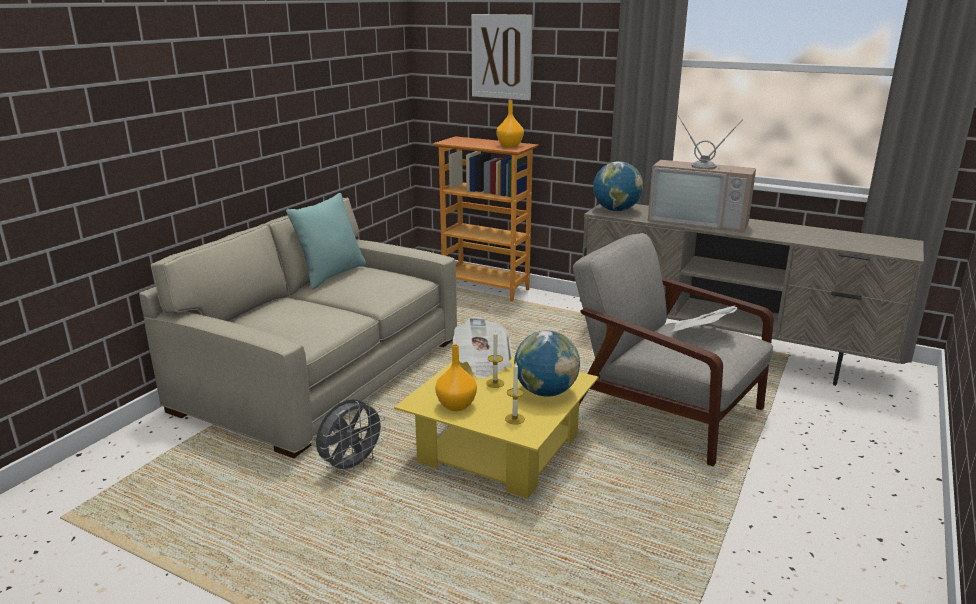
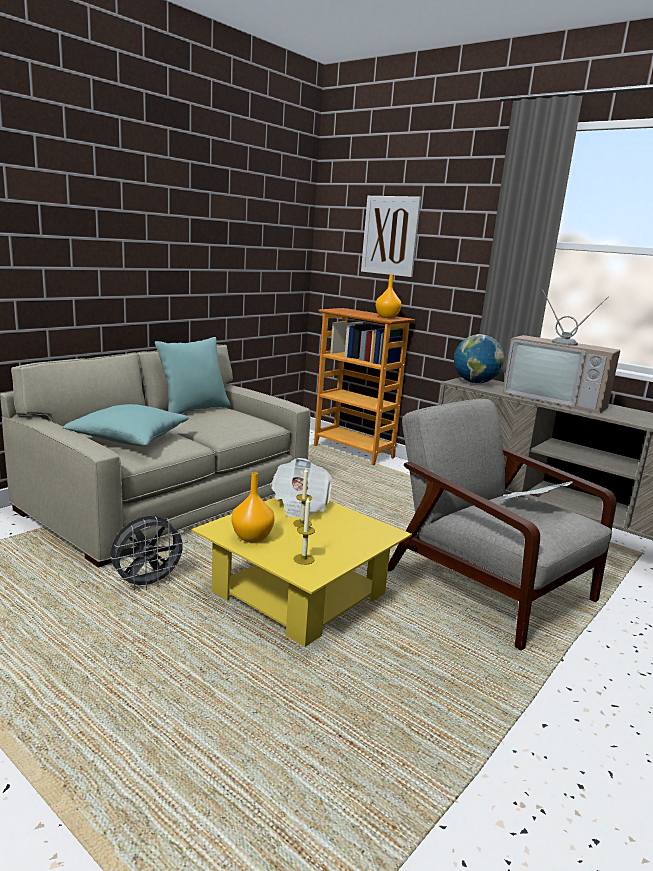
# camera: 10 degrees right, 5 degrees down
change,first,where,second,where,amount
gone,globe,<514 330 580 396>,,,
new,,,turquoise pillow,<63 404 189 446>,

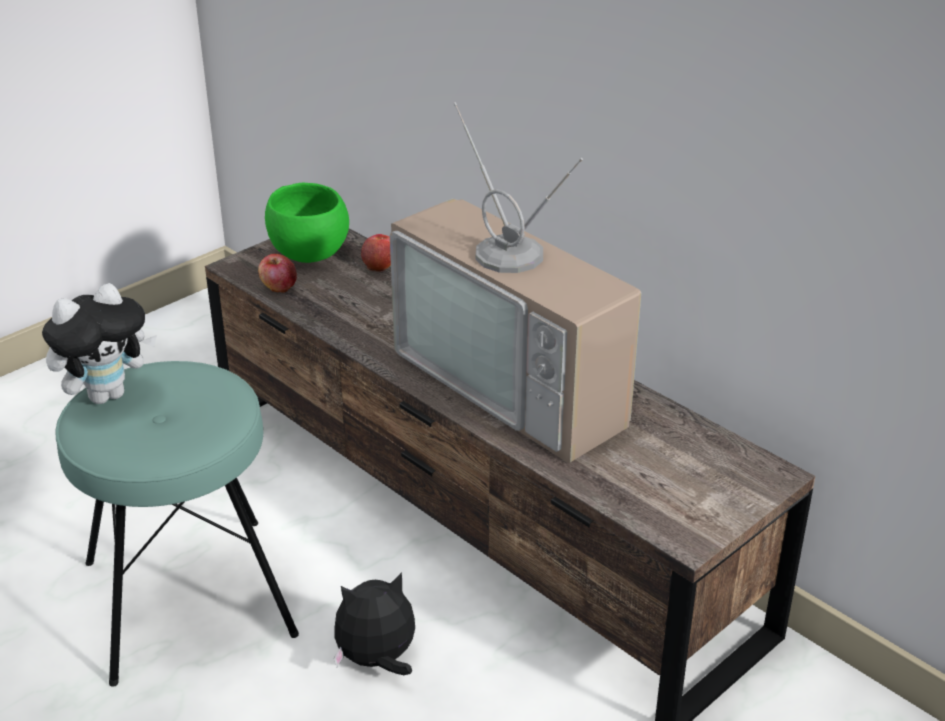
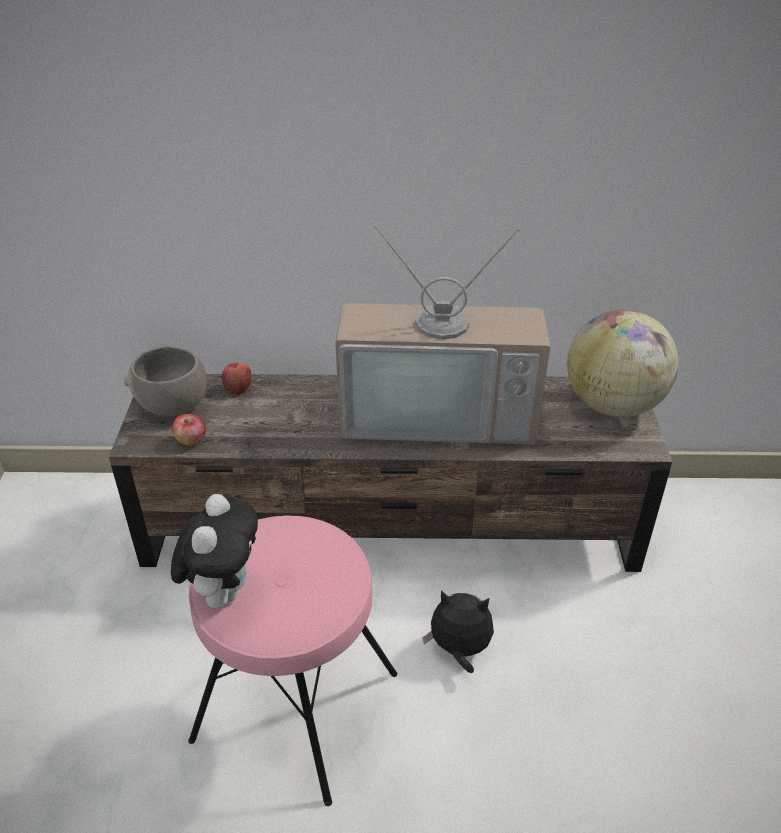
# camera: 45 degrees left, 5 degrees up
change,first,where,second,where,amount
repainted,green bowl,<265 183 349 263>,grey bowl,<124 346 207 416>,
repainted,turquoise stool,<55 361 299 687>,pink stool,<188 516 397 806>,
rotated,plush toy,<334 572 415 675>,,<423 590 494 673>,75 degrees clockwise
new,,,globe,<567 310 678 417>,

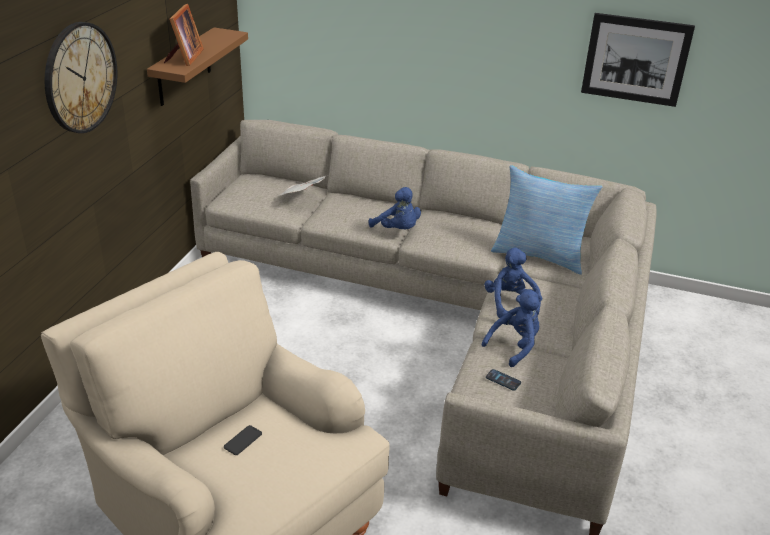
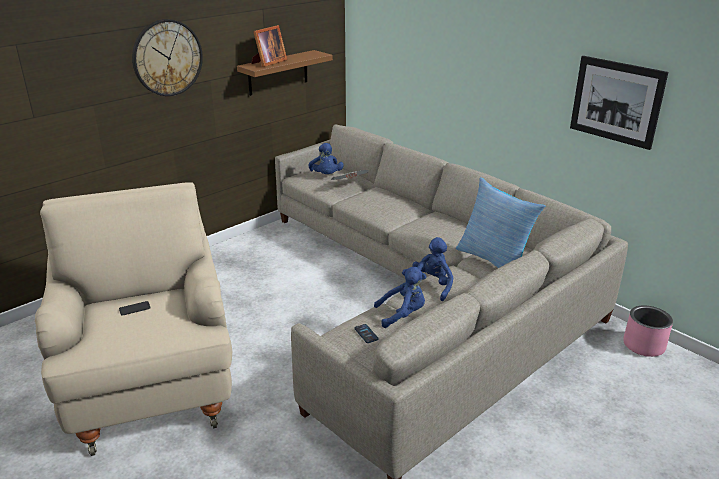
# camera: 30 degrees right, 5 degrees down
change,first,where,second,where,amount
shifted,blue plush toy,<369 187 421 229>,,<308 143 344 174>,
new,,,pink planter,<623 305 673 357>,

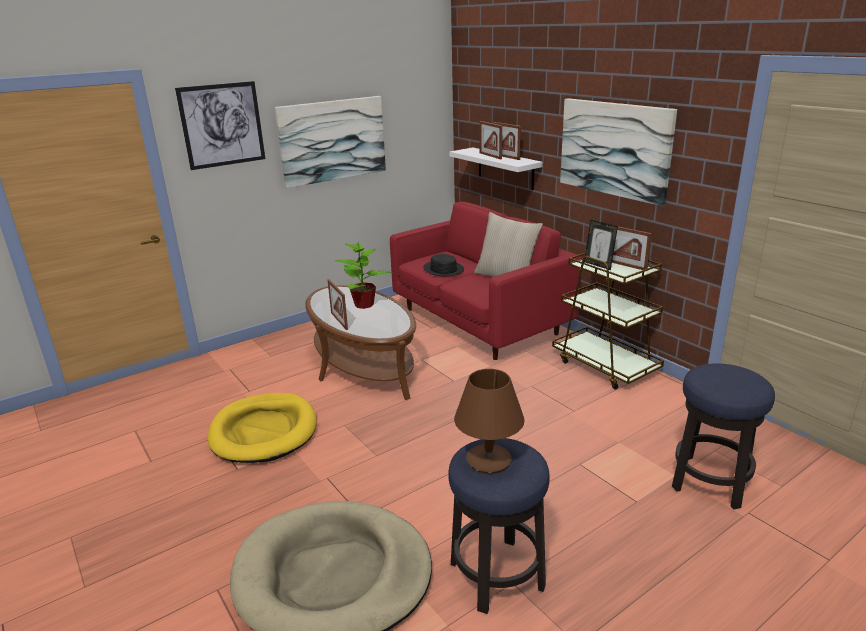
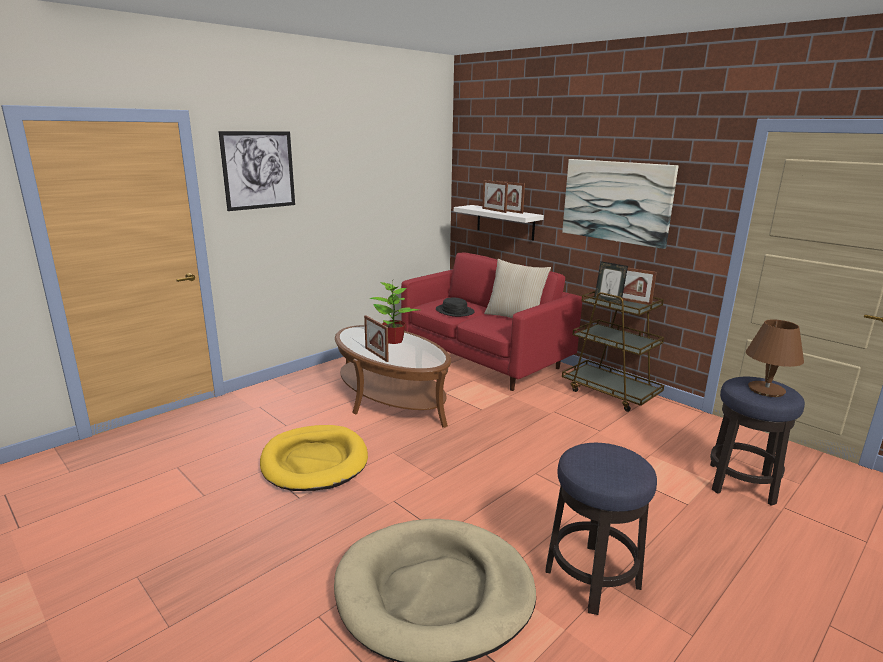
# camera: 10 degrees left, 5 degrees down
change,first,where,second,where,amount
gone,picture,<275 96 386 188>,,,
shifted,brown table lamp,<454 369 524 474>,,<746 319 804 397>,

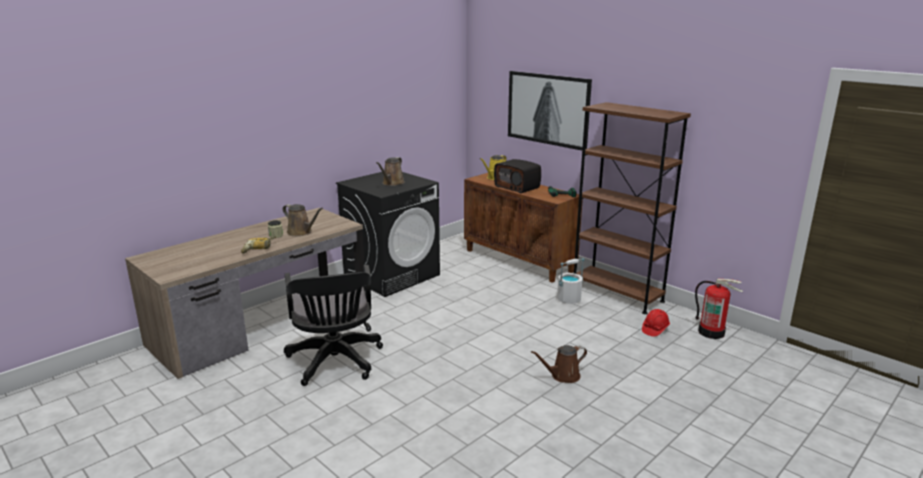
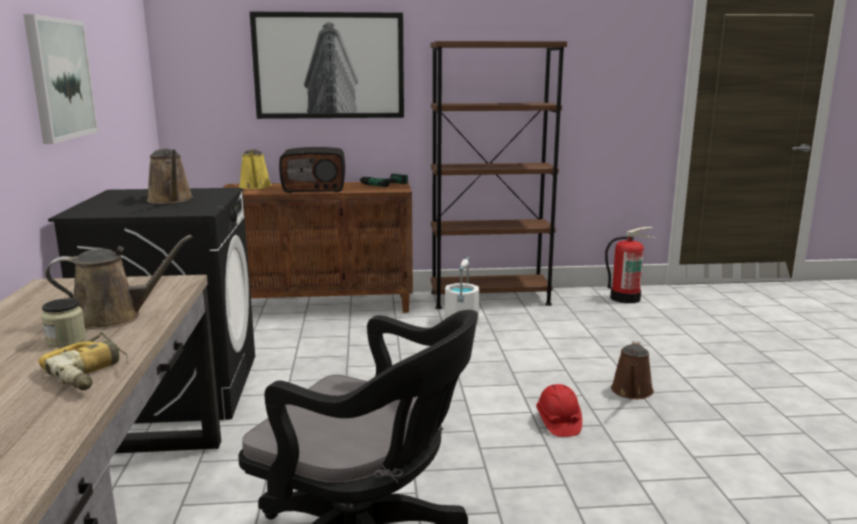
# camera: 50 degrees left, 5 degrees down
change,first,where,second,where,amount
shifted,red hard hat,<642 309 670 337>,,<536 384 582 437>,
new,,,picture,<23 14 98 144>,

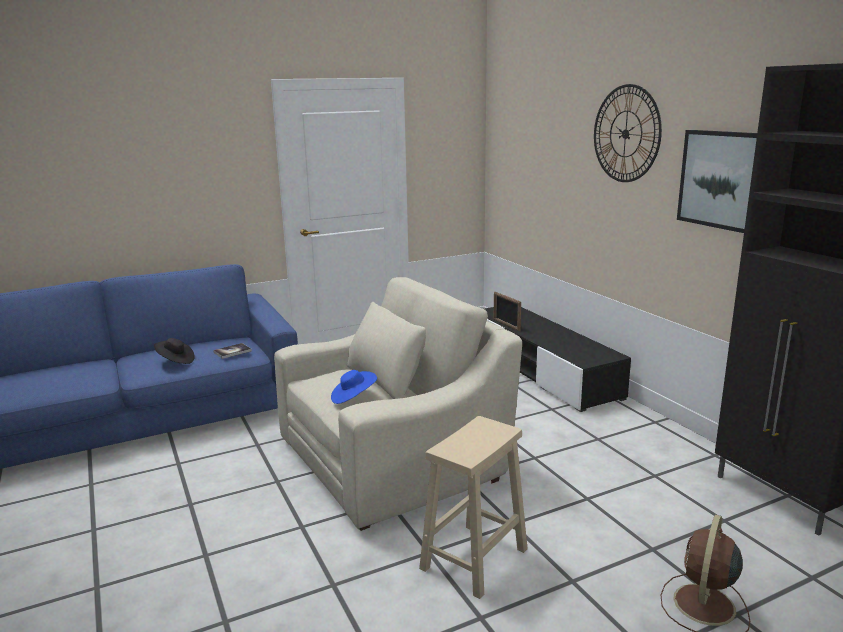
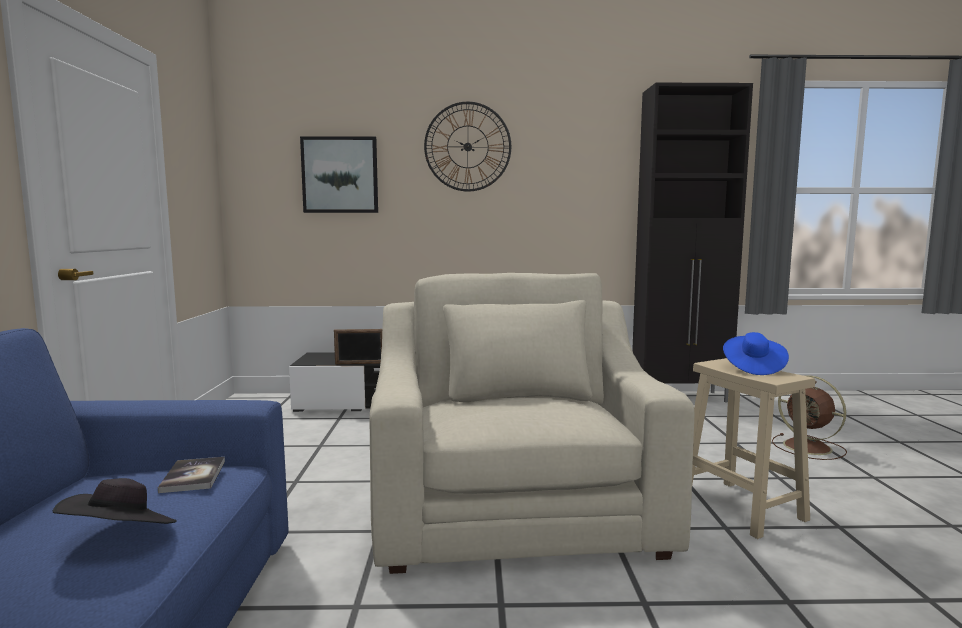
# camera: 65 degrees left, 10 degrees down
change,first,where,second,where,amount
shifted,picture,<677 130 757 233>,,<300 136 378 213>,
shifted,blue hat,<331 370 377 404>,,<723 332 789 375>,

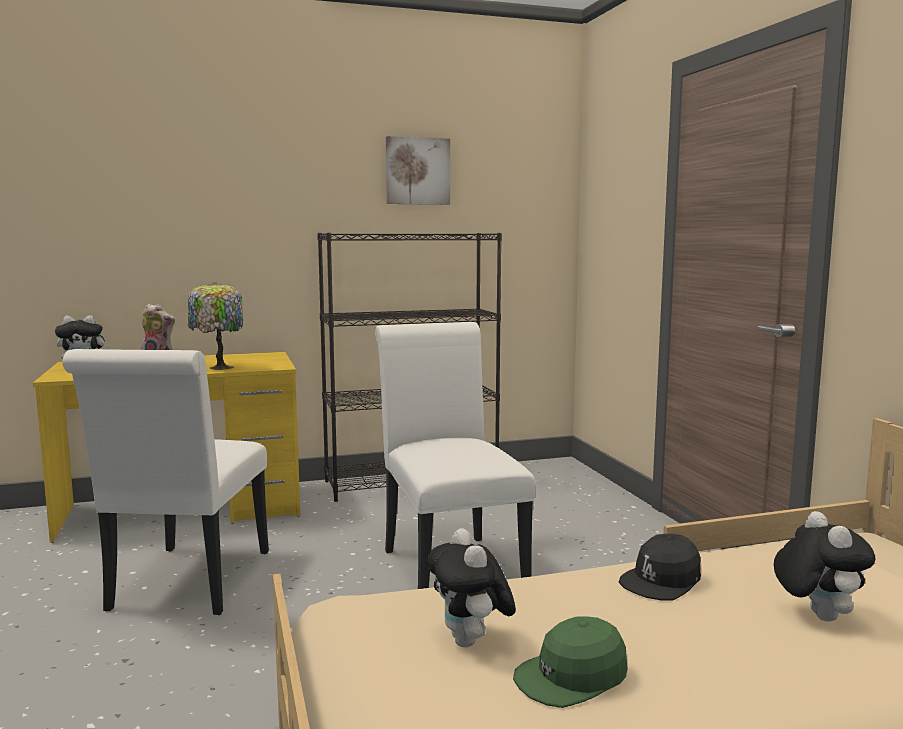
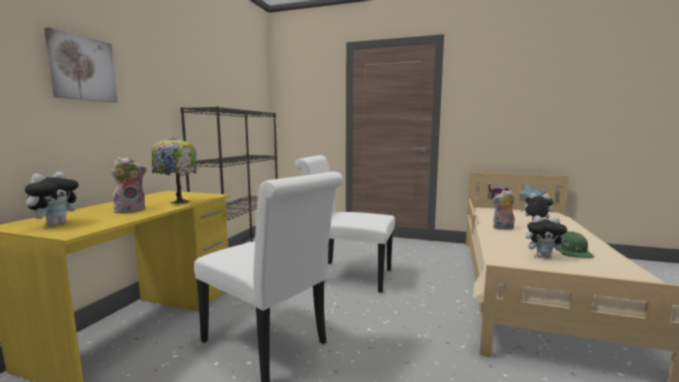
# camera: 55 degrees left, 0 degrees up
change,first,where,second,where,amount
shifted,picture,<386 136 450 205>,,<44 27 118 103>,
swapped,black cap,<619 533 701 600>,plush toy,<492 190 515 230>,

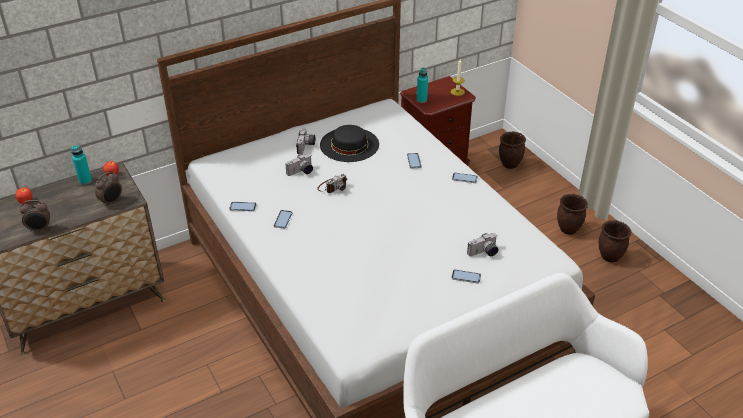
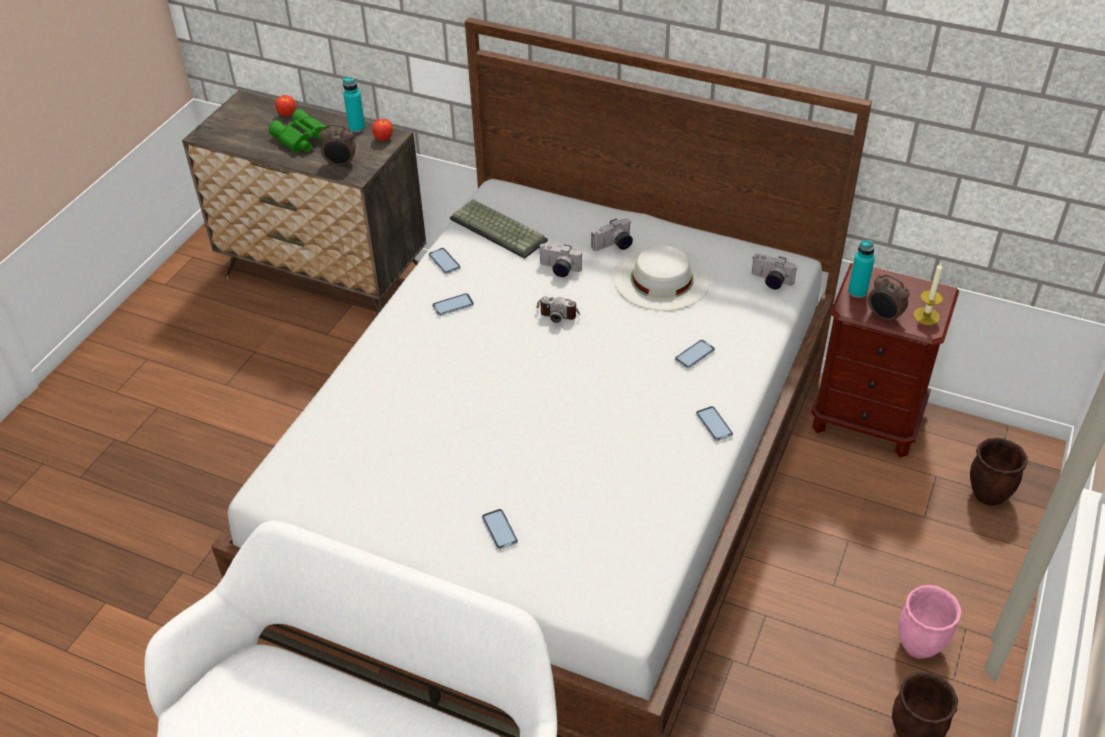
# camera: 55 degrees right, 5 degrees up
change,first,where,second,where,amount
repainted,black hat,<320 125 379 162>,white hat,<614 246 711 311>,
repainted,brown planter,<557 194 588 235>,pink planter,<898 585 962 659>,
shifted,alarm clock,<20 200 50 232>,,<868 274 909 325>,
shifted,photo camera,<467 233 498 256>,,<752 254 797 289>,
new,,,green binoculars,<269 109 330 153>,
new,,,keyboard,<450 199 548 259>,

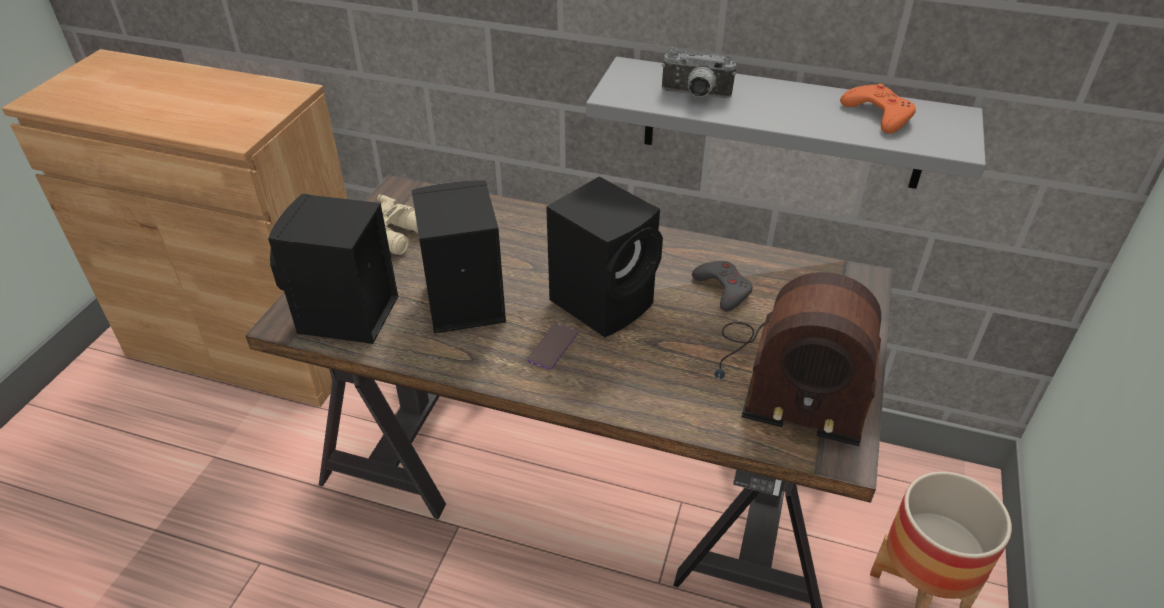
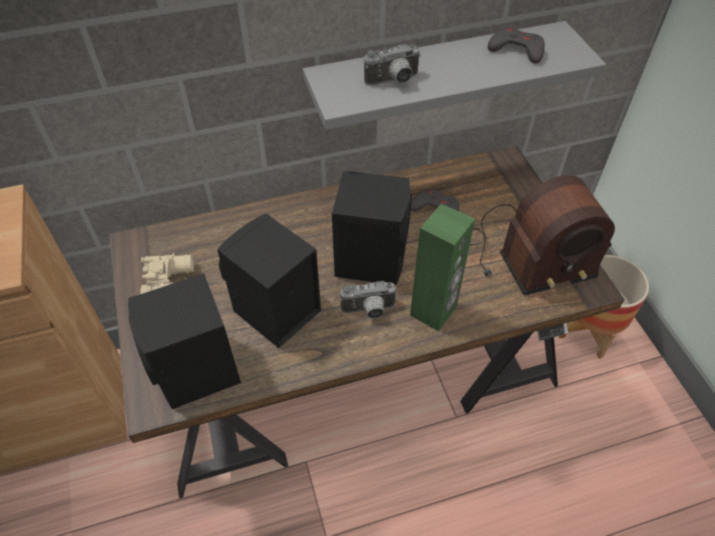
# camera: 35 degrees left, 10 degrees up
change,first,where,second,where,amount
repainted,orange game controller,<840 83 916 134>,grey game controller,<488 26 545 63>,
swapped,phone,<527 323 578 370>,photo camera,<340 281 397 319>,
new,,,green speaker,<410 204 475 331>,

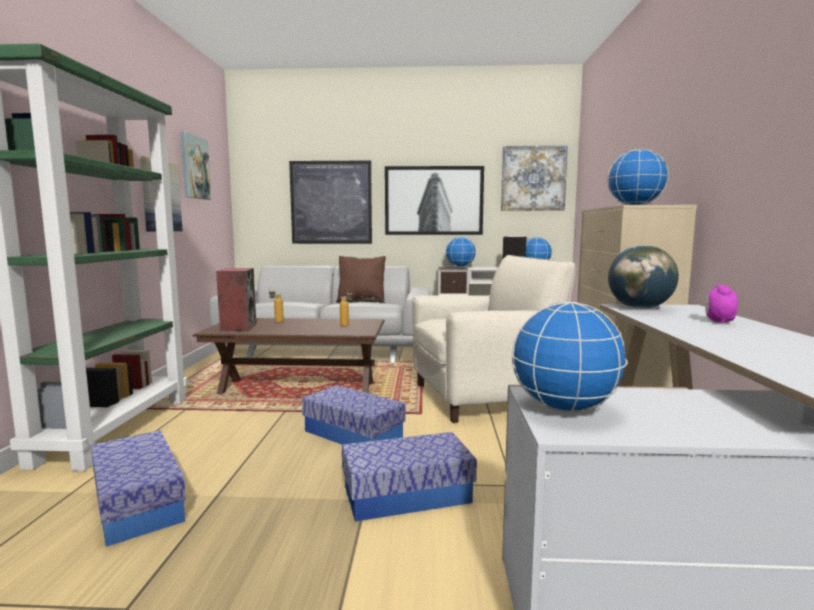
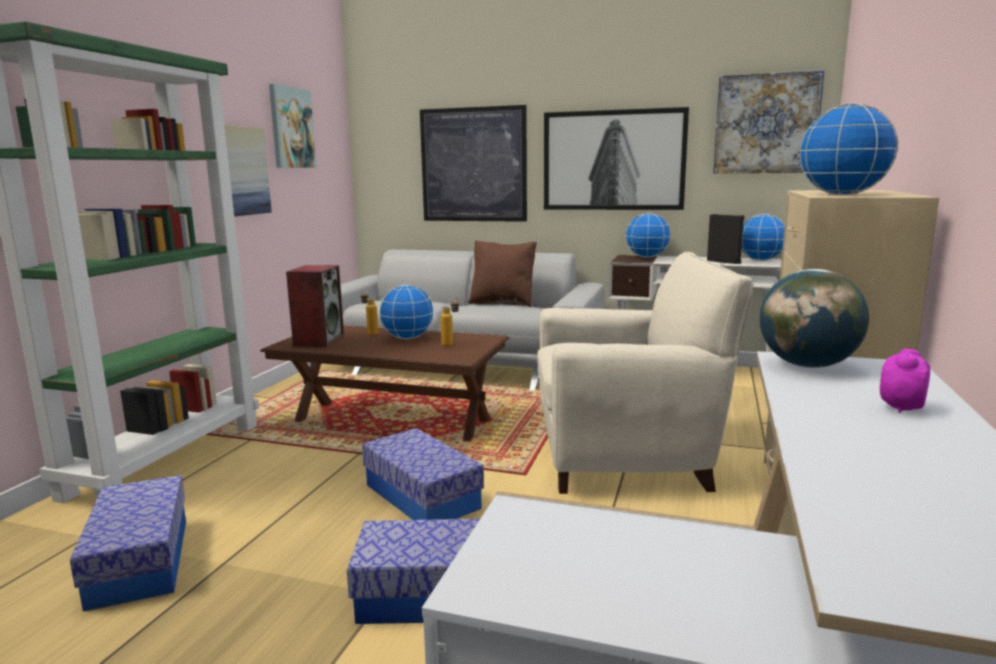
# camera: 15 degrees right, 5 degrees up
change,first,where,second,where,amount
shifted,globe,<512 302 628 413>,,<379 284 434 339>,

